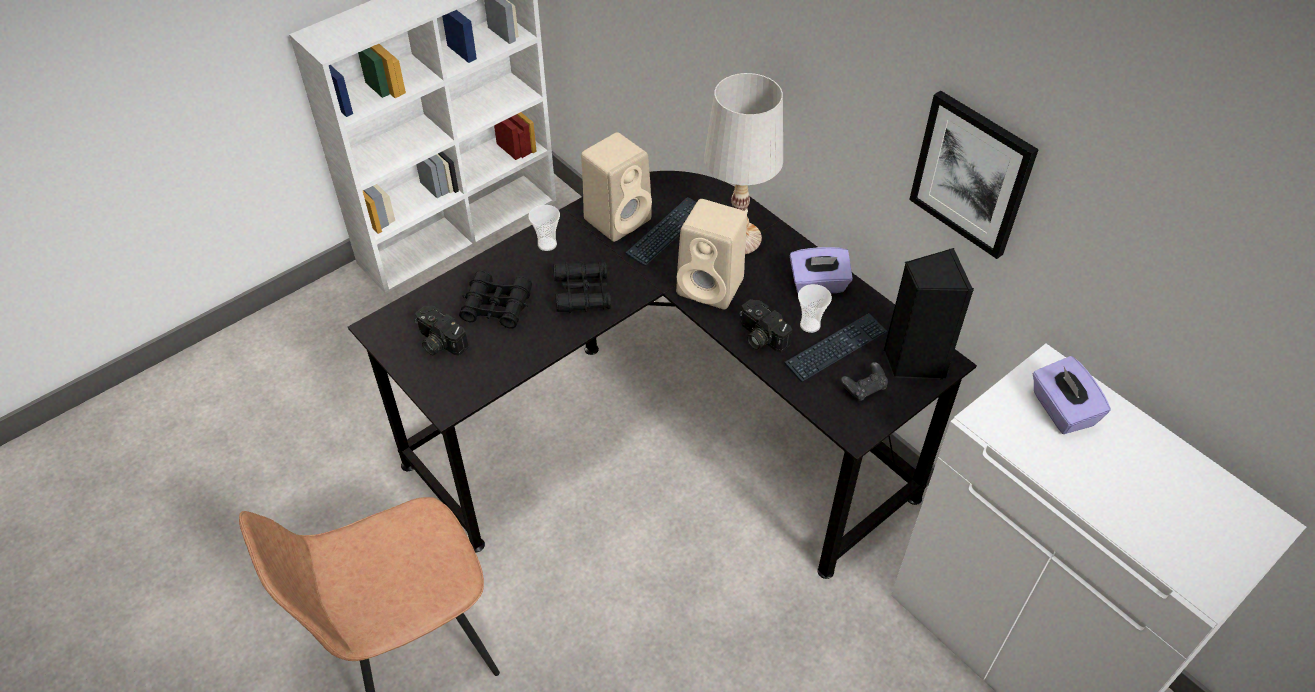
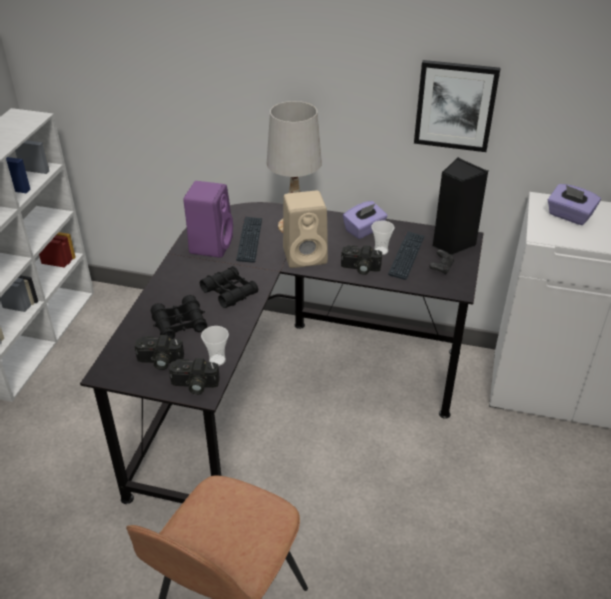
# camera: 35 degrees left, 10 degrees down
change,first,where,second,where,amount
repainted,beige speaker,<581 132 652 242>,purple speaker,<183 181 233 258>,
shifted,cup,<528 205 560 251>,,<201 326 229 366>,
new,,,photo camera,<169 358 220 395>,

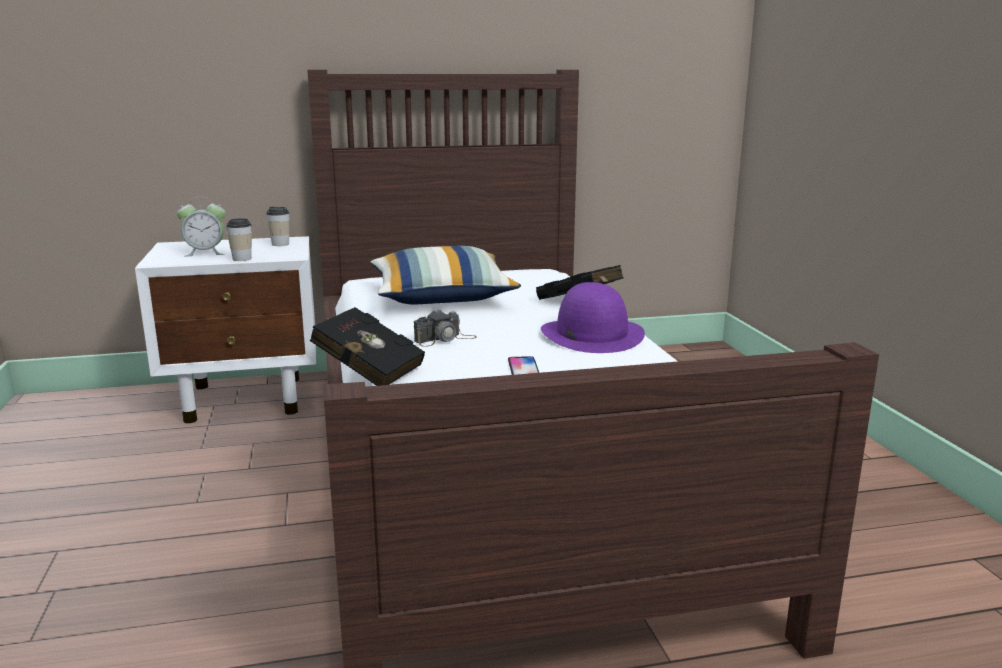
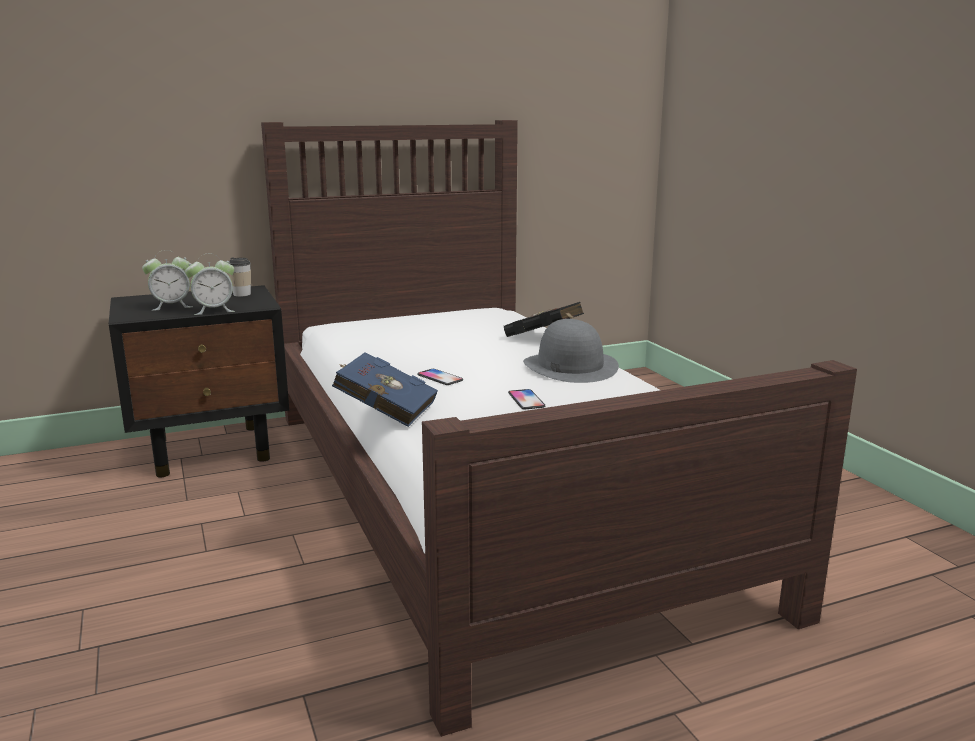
# camera: 10 degrees left, 0 degrees up
change,first,where,second,where,amount
swapped,cup,<226 218 252 261>,alarm clock,<185 254 235 315>,
repainted,white nightstand,<135 236 316 423>,black nightstand,<109 285 289 477>,
gone,pillow,<371 246 521 305>,,,
repainted,purple hat,<541 282 645 353>,grey hat,<523 319 619 383>,
repainted,black book,<310 307 425 386>,blue book,<332 352 438 427>,
swapped,photo camera,<414 309 477 347>,phone,<417 369 463 385>,

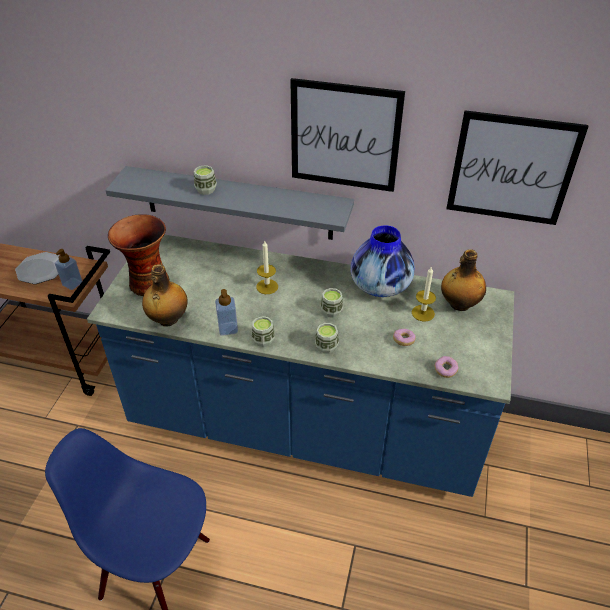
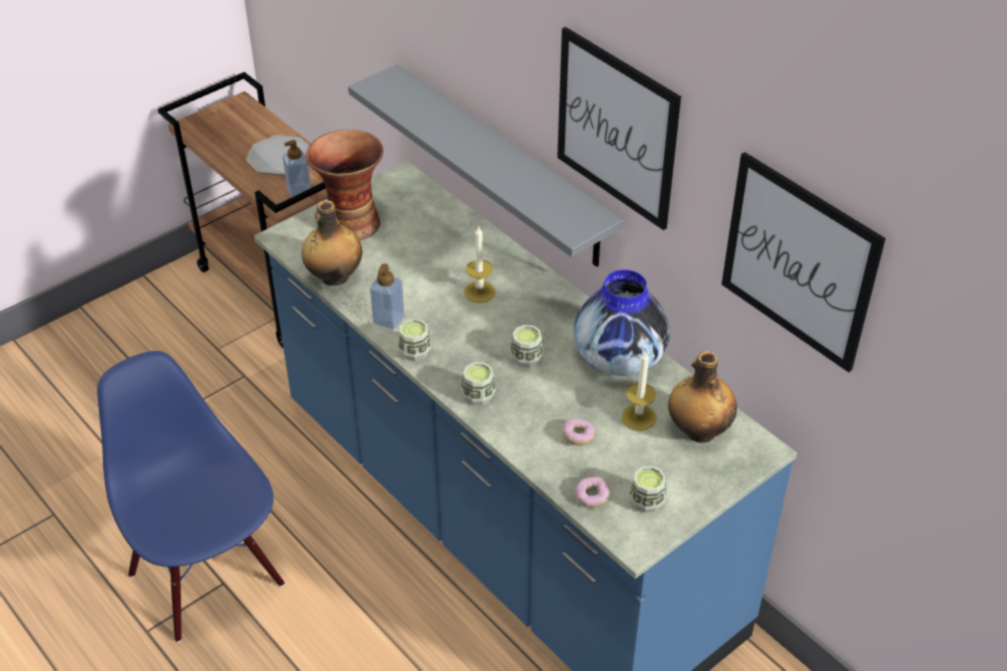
# camera: 35 degrees right, 0 degrees up
change,first,where,second,where,amount
shifted,cup,<194 165 217 195>,,<629 466 666 513>,

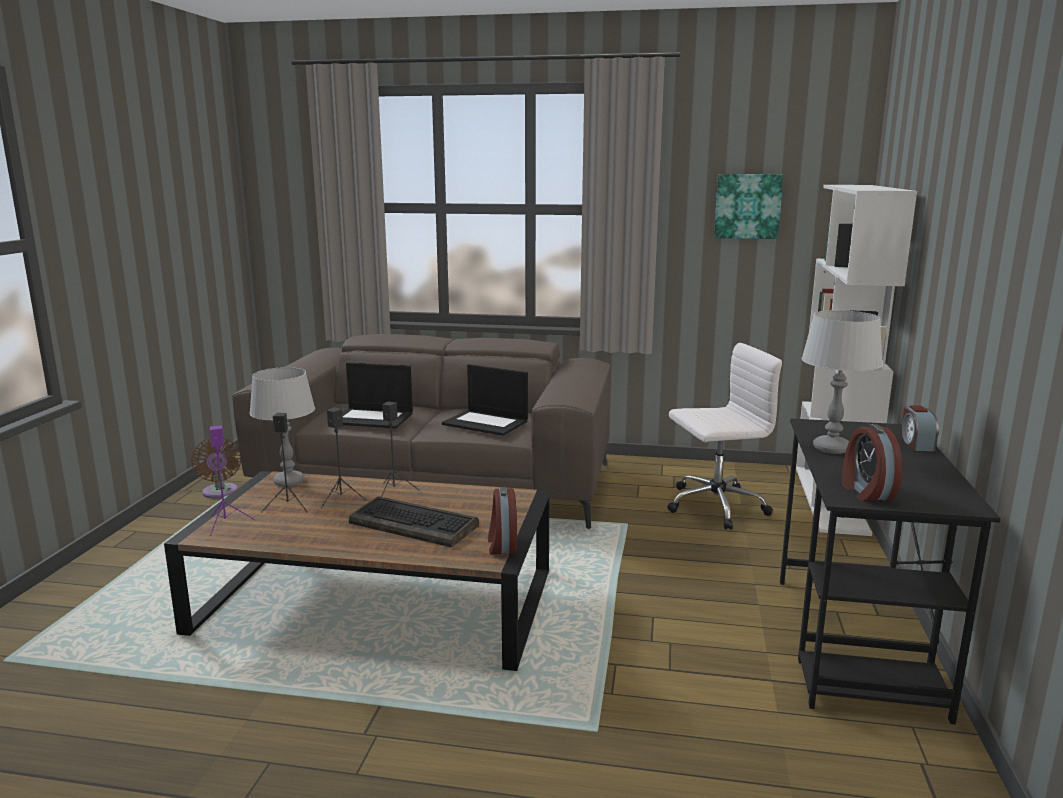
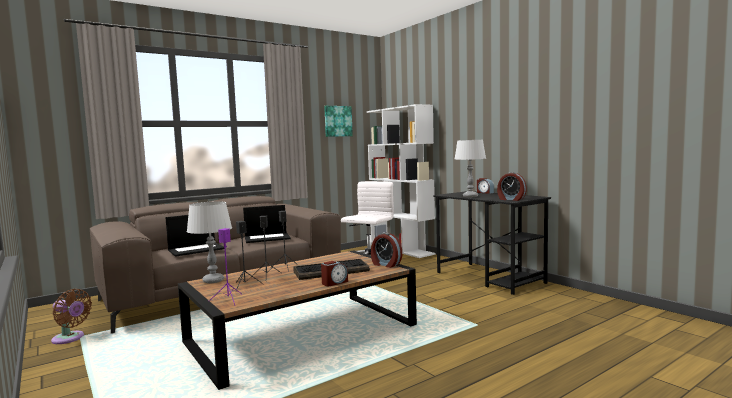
# camera: 45 degrees left, 10 degrees down
change,first,where,second,where,amount
new,,,alarm clock,<321 261 348 286>,

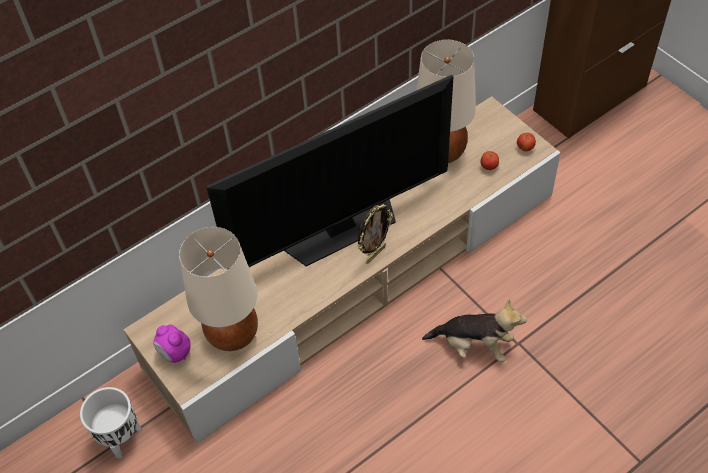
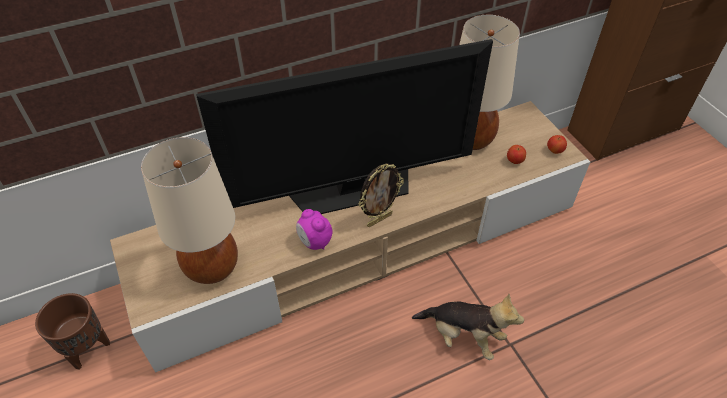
# camera: 10 degrees right, 5 degrees down
change,first,where,second,where,amount
shifted,alarm clock,<153 324 191 363>,,<296 209 332 250>,
repainted,white planter,<80 387 141 458>,brown planter,<35 293 110 370>,

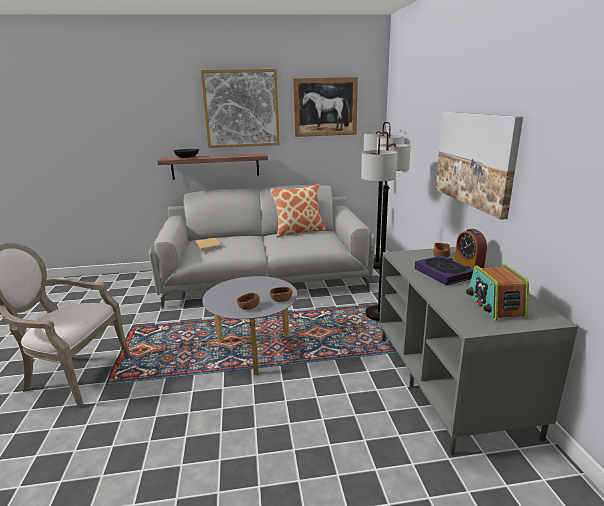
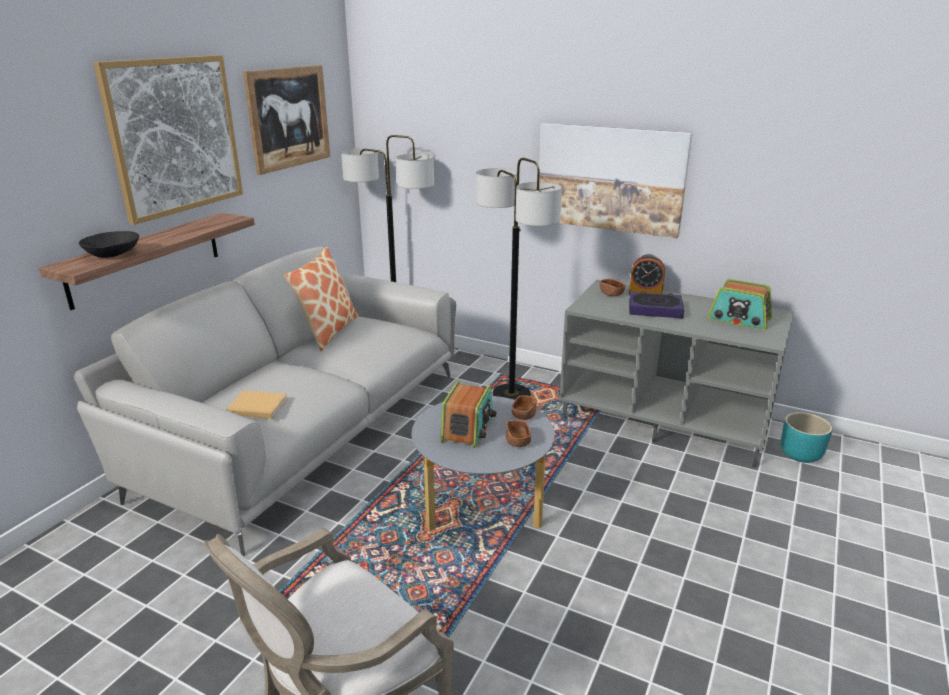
# camera: 55 degrees left, 5 degrees up
change,first,where,second,where,amount
new,,,radio,<441 381 497 448>,
new,,,turquoise planter,<781 412 832 463>,

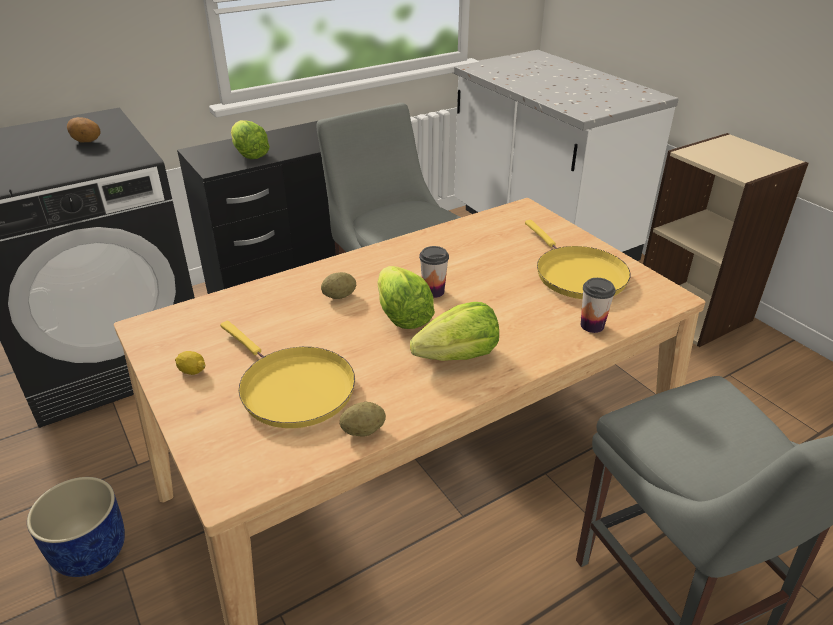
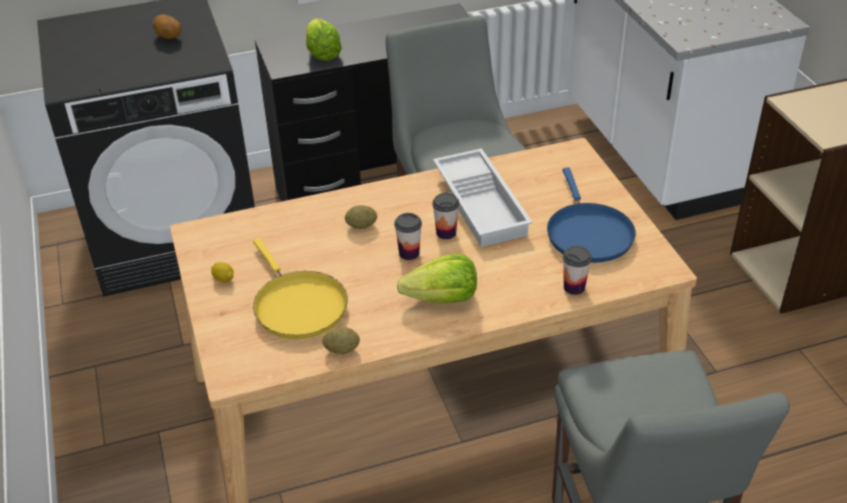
# camera: 15 degrees right, 5 degrees up
change,first,where,second,where,amount
repainted,yellow frying pan,<525 220 631 299>,blue frying pan,<547 167 636 263>,
swapped,lettuce,<377 266 435 329>,cup,<394 213 422 260>,
gone,blue planter,<27 477 125 577>,,,
new,,,white tray,<433 148 533 247>,

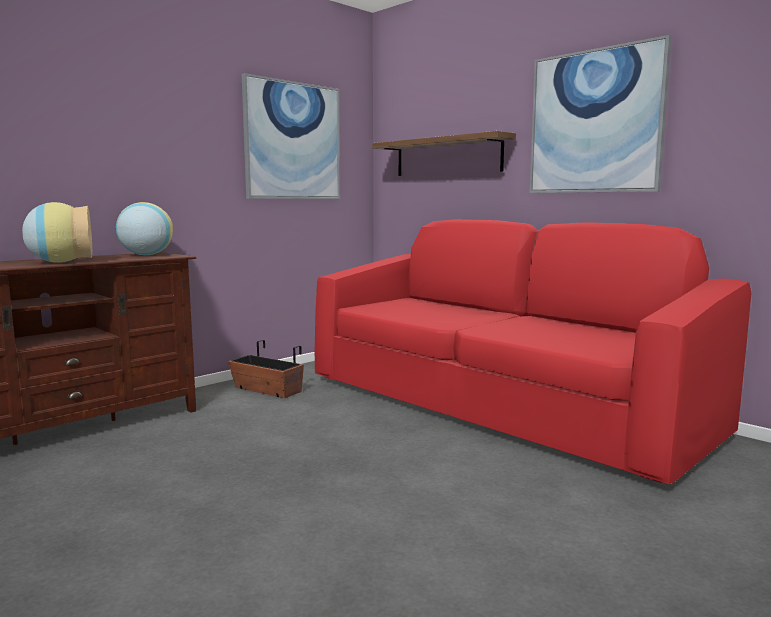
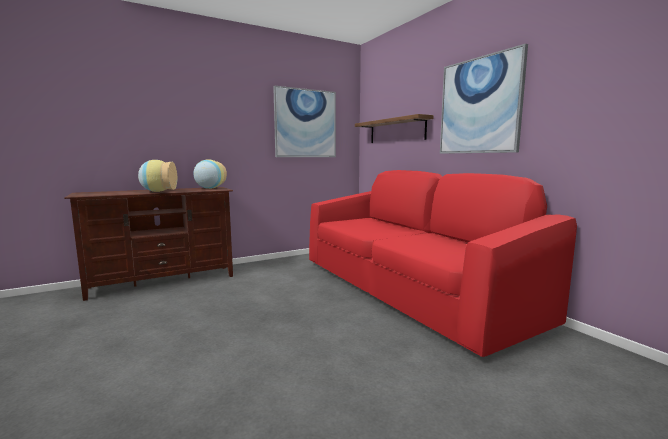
# camera: 15 degrees right, 0 degrees up
change,first,where,second,where,amount
gone,planter,<228 340 304 398>,,,

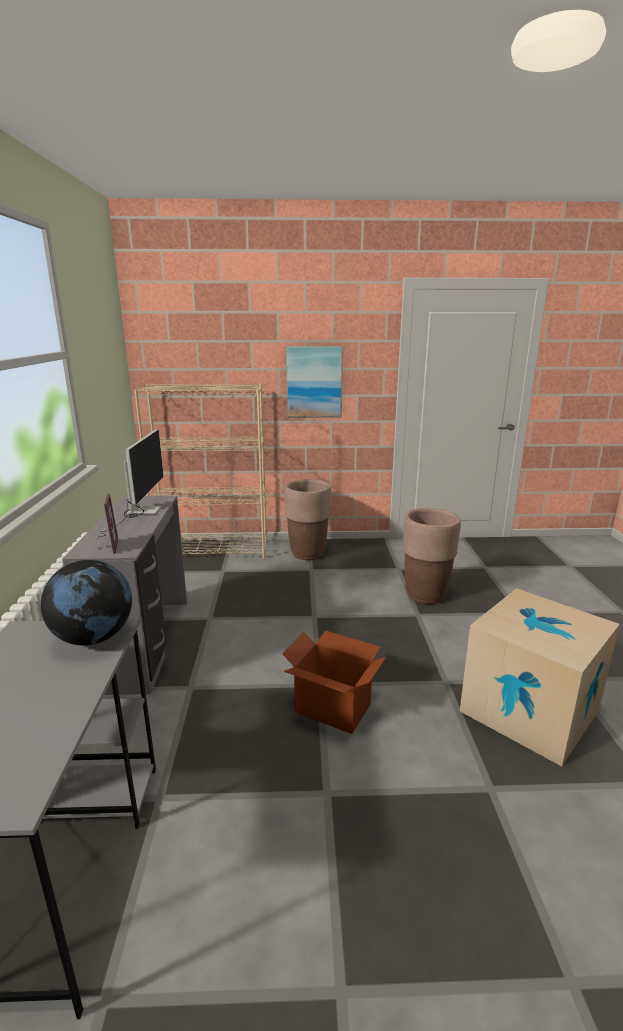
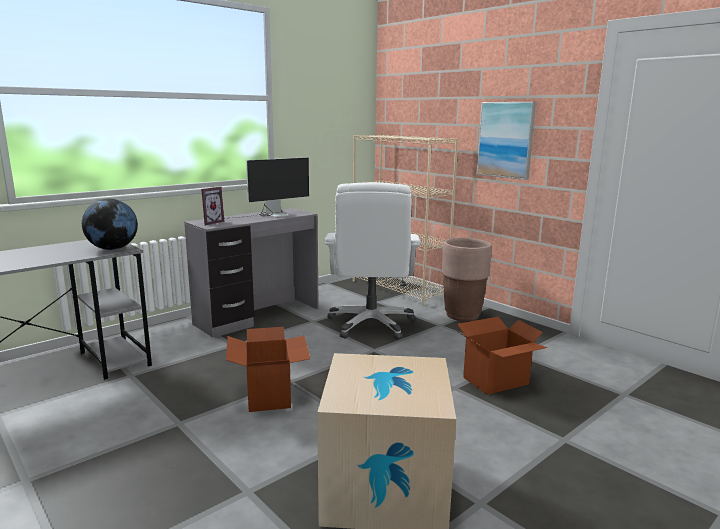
# camera: 50 degrees right, 5 degrees down
change,first,where,second,where,amount
swapped,brown planter,<403 508 461 604>,cardboard box,<457 317 547 395>,
new,,,white office chair,<325 182 420 340>,

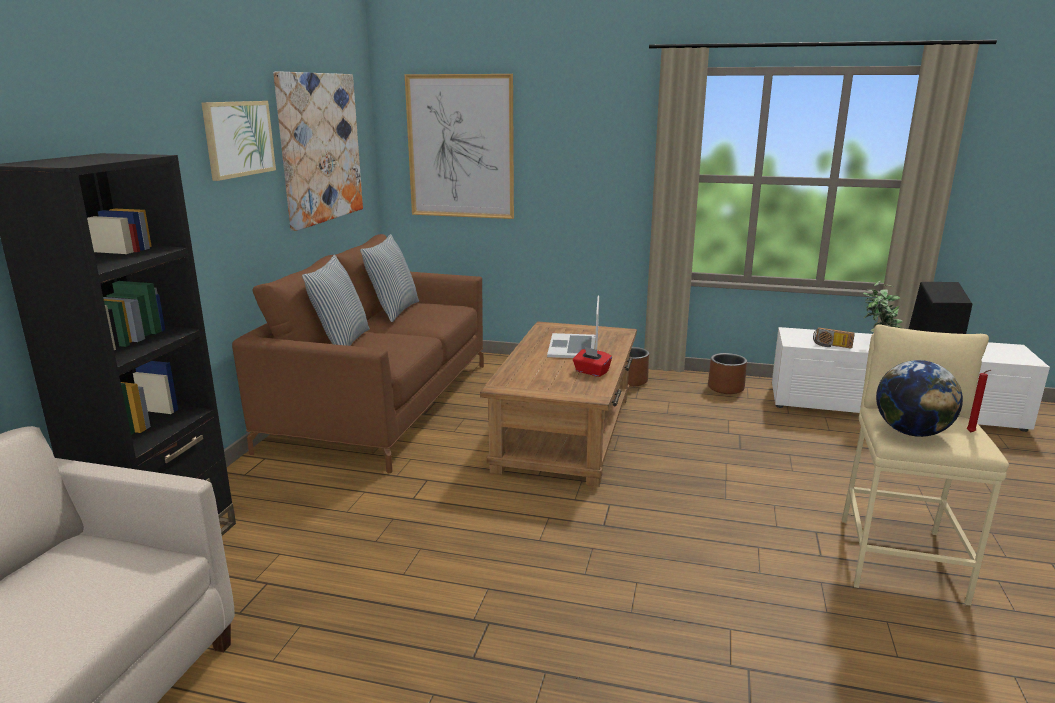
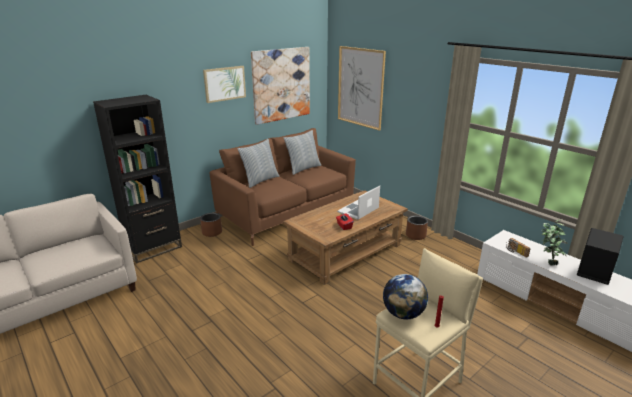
# camera: 35 degrees right, 5 degrees up
change,first,where,second,where,amount
shifted,brown planter,<708 353 747 394>,,<200 213 222 237>,

